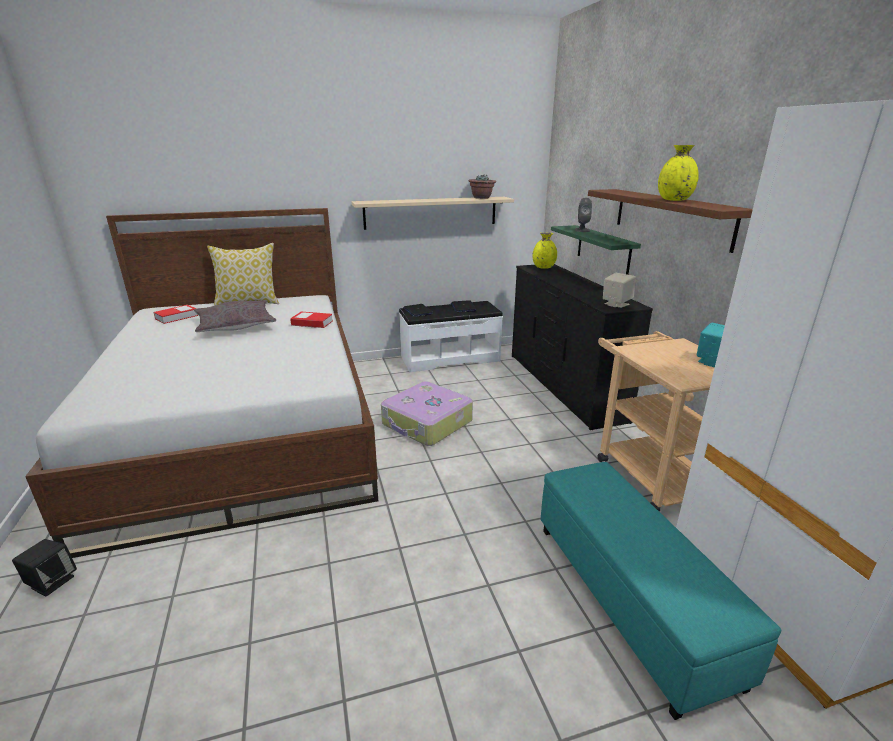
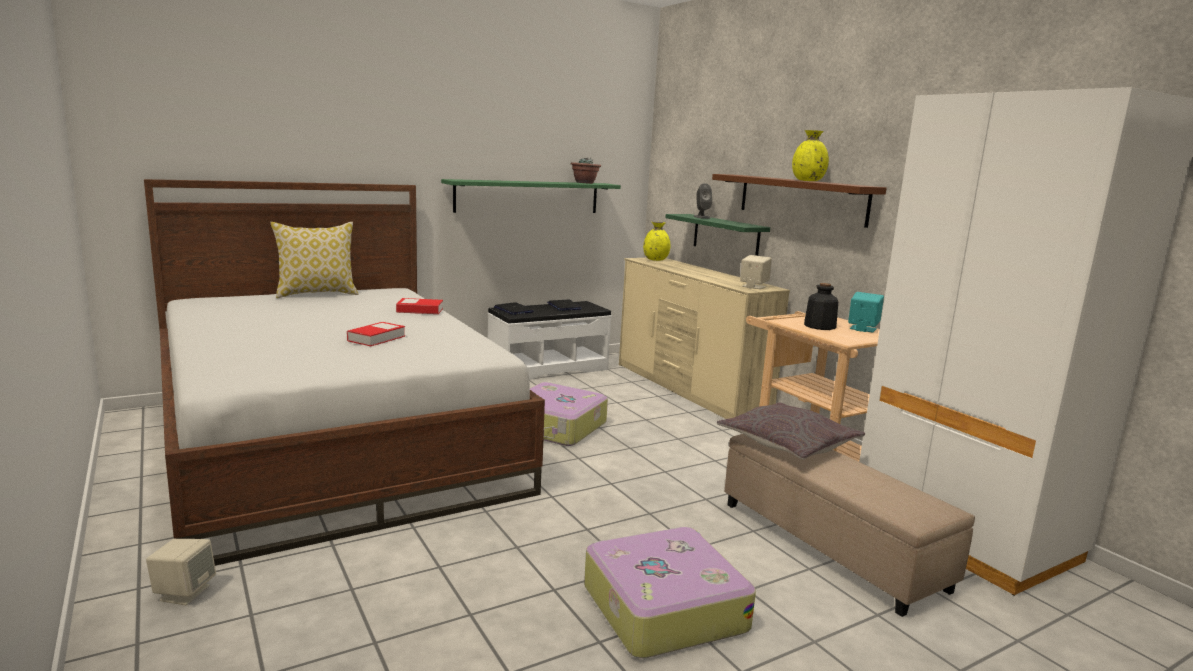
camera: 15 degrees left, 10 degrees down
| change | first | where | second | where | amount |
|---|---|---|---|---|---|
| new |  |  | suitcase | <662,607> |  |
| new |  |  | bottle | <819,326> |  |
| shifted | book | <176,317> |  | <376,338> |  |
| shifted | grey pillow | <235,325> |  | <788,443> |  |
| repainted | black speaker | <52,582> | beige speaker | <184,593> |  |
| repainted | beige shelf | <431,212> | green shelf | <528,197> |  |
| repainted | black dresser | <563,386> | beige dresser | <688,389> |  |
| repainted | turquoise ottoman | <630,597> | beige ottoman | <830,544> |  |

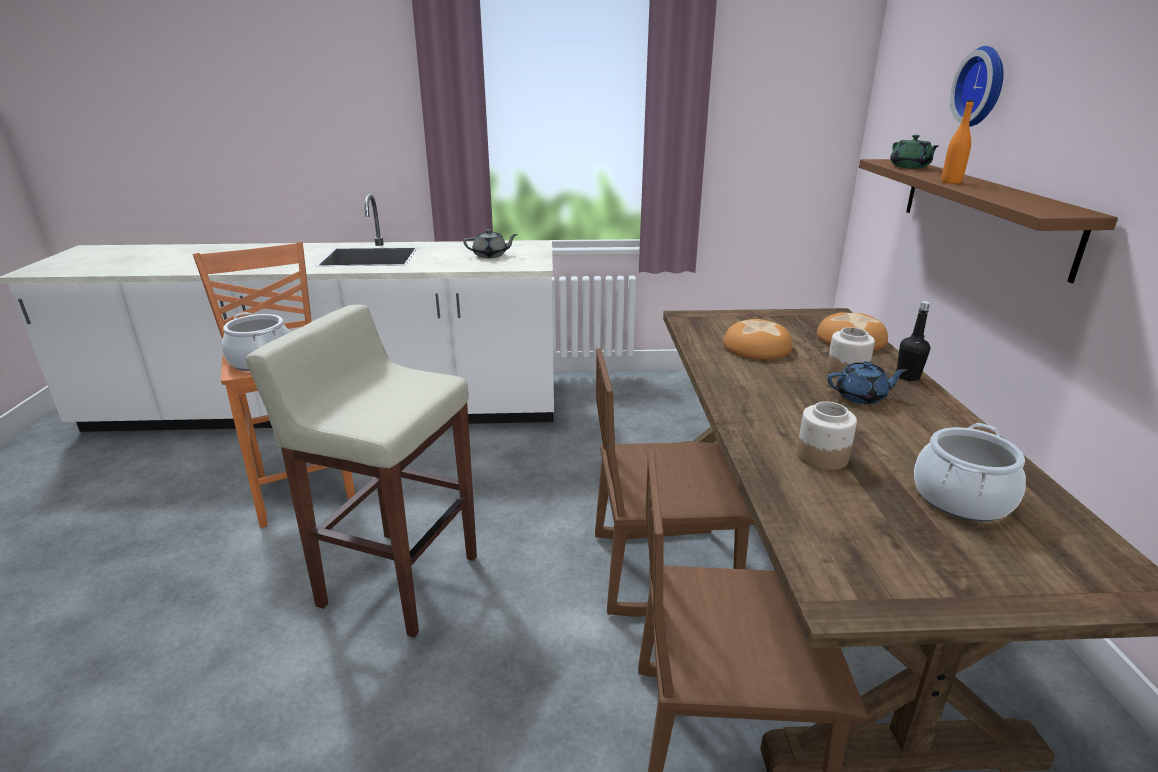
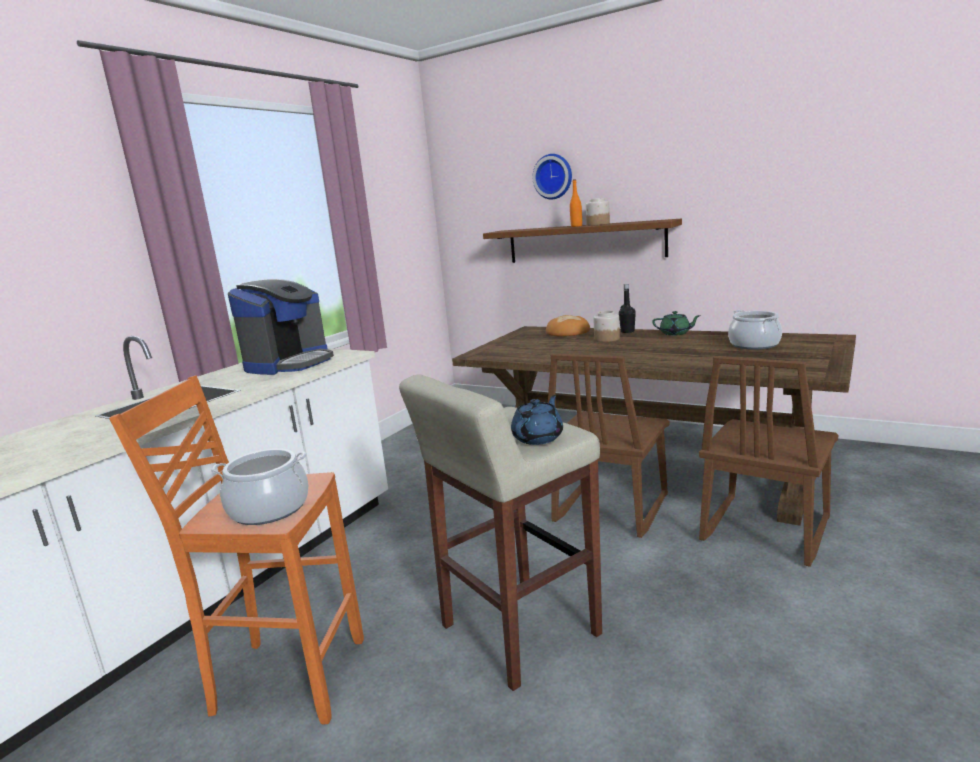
camera: 55 degrees left, 10 degrees down
| change | first | where | second | where | amount |
|---|---|---|---|---|---|
| gone | bread | <756,347> |  |  |  |
| shifted | jar | <821,457> |  | <598,224> |  |
| shifted | blue teapot | <861,397> |  | <538,437> |  |
| shifted | green teapot | <910,167> |  | <675,333> |  |
| swapped | grey teapot | <490,255> | coffee machine | <289,363> |  |

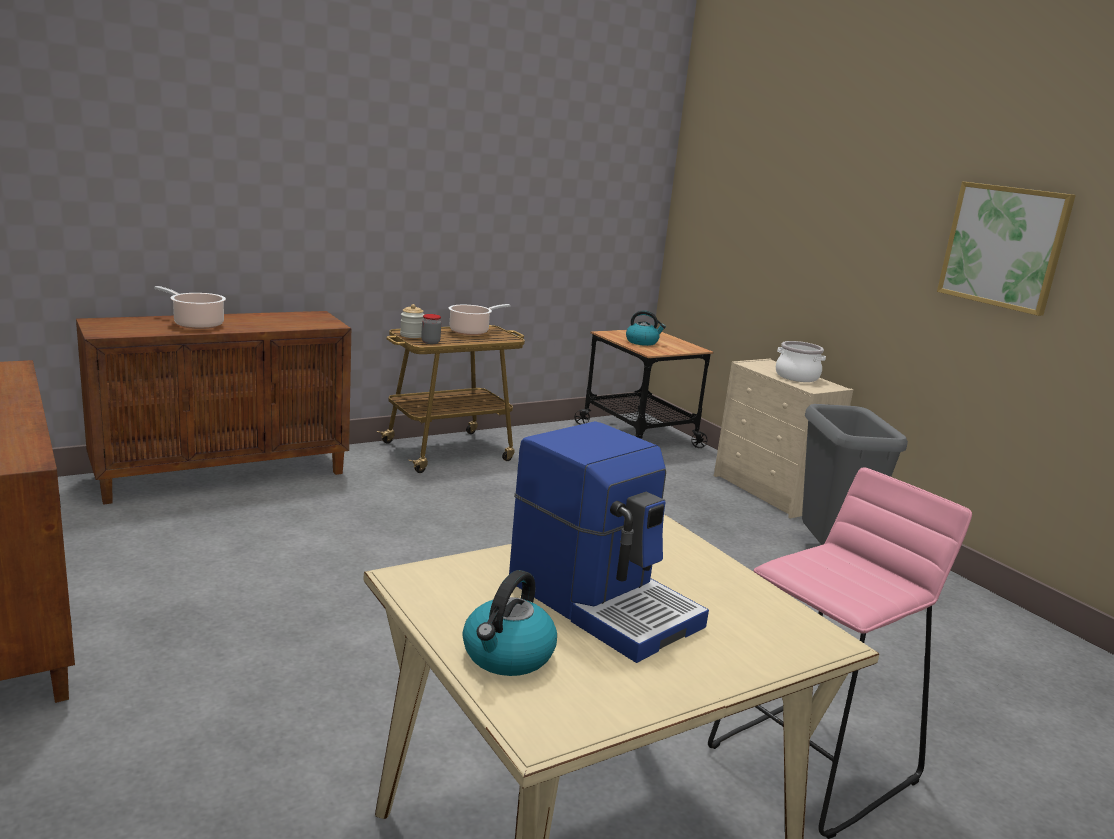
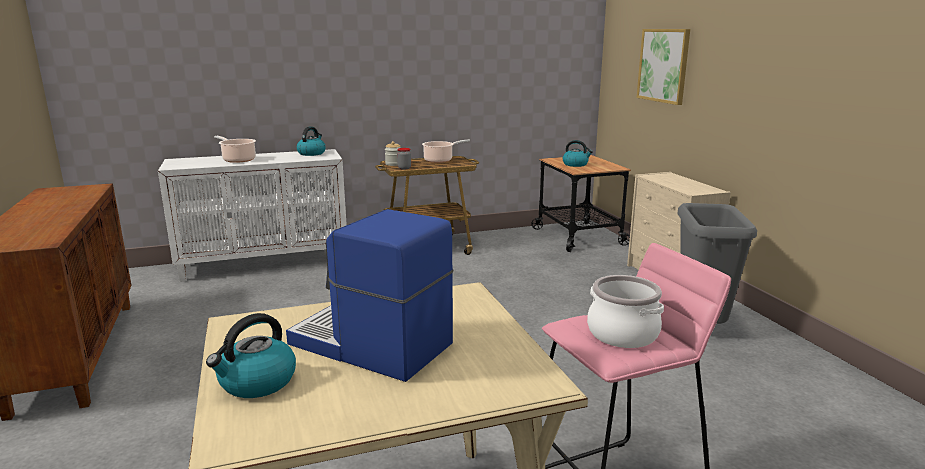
camera: 15 degrees right, 0 degrees up
| change | first | where | second | where | amount |
|---|---|---|---|---|---|
| new |  |  | kettle | <311,153> |  |
| shifted | cooking pot | <796,377> |  | <622,334> |  |
| shifted | picture | <1004,246> |  | <663,65> |  |
| repainted | brown cabinet | <224,474> | white cabinet | <266,263> |  |
| rotated | coffee machine | <604,602> |  | <370,345> | 150 degrees clockwise |

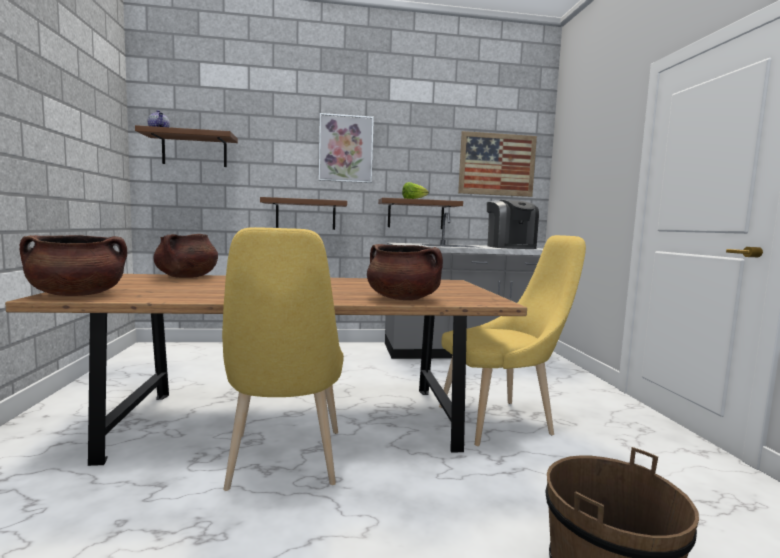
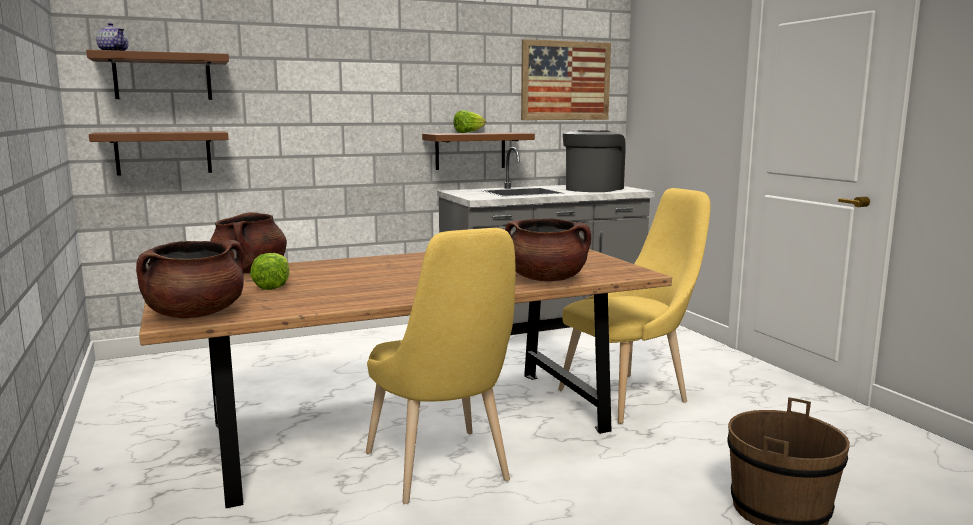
camera: 15 degrees left, 5 degrees up
| change | first | where | second | where | amount |
|---|---|---|---|---|---|
| gone | picture | <346,149> |  |  |  |
| new |  |  | lettuce | <273,286> |  |
| shifted | brown shelf | <305,214> |  | <163,153> |  |
| rotated | coffee machine | <510,247> |  | <593,189> | 120 degrees counterclockwise |

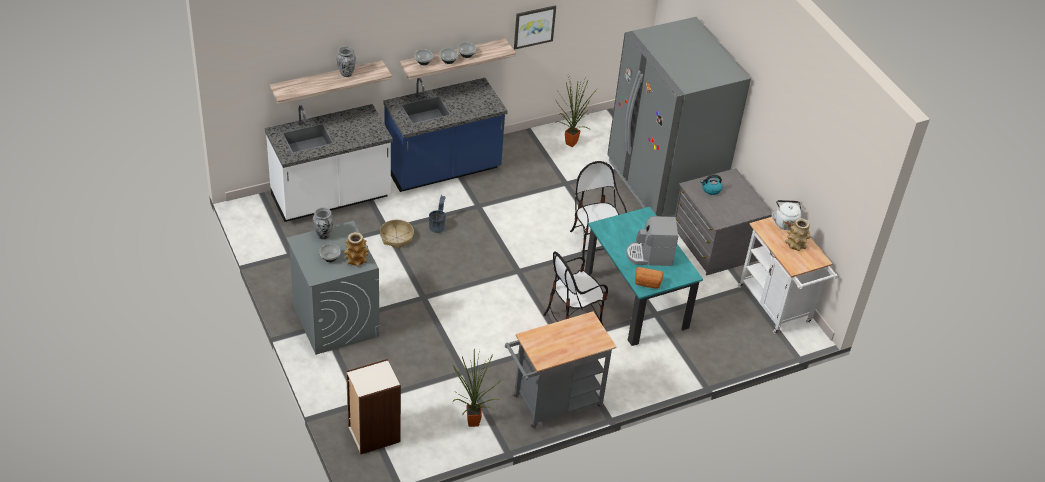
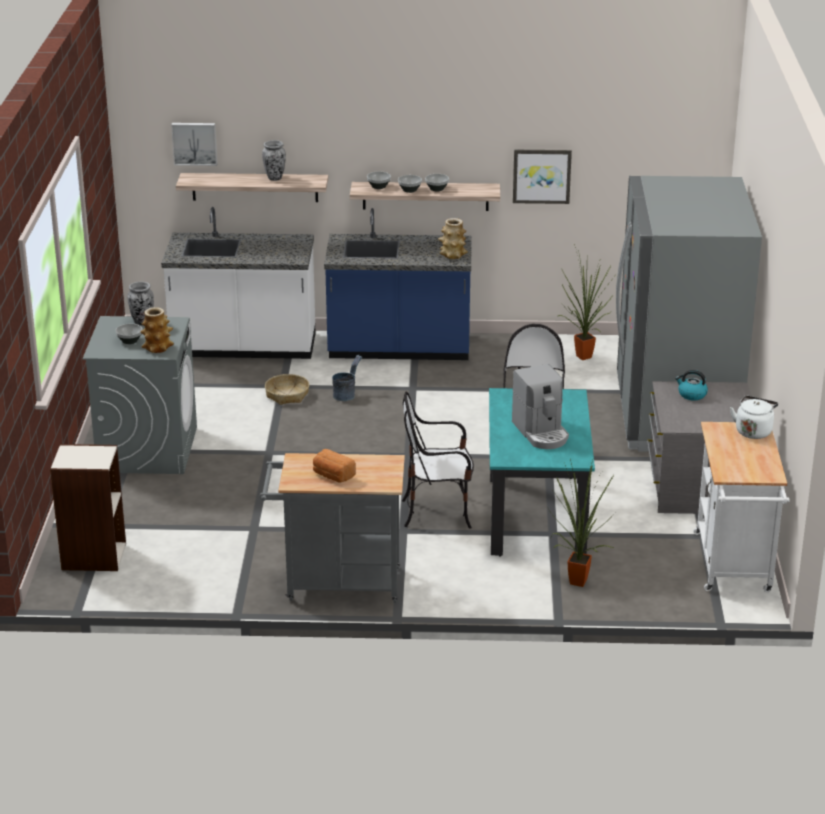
camera: 30 degrees right, 15 degrees down
| change | first | where | second | where | amount |
|---|---|---|---|---|---|
| new |  |  | picture | <194,143> |  |
| shifted | potted plant | <470,422> |  | <575,581> |  |
| shifted | bread | <647,283> |  | <332,476> |  |
| shifted | vase | <795,245> |  | <452,255> |  |
| rotated | coffee machine | <650,256> |  | <541,432> | 135 degrees counterclockwise |

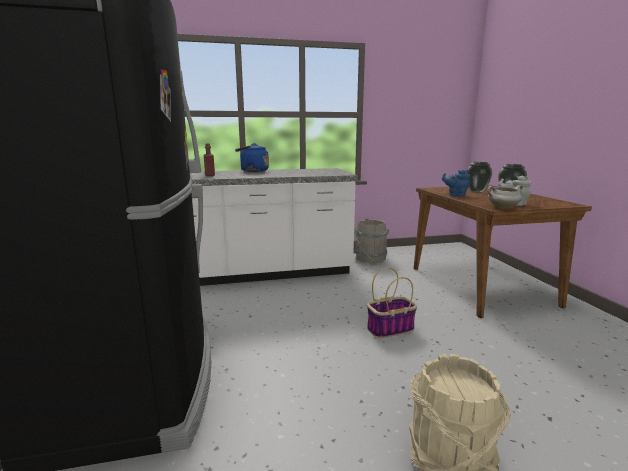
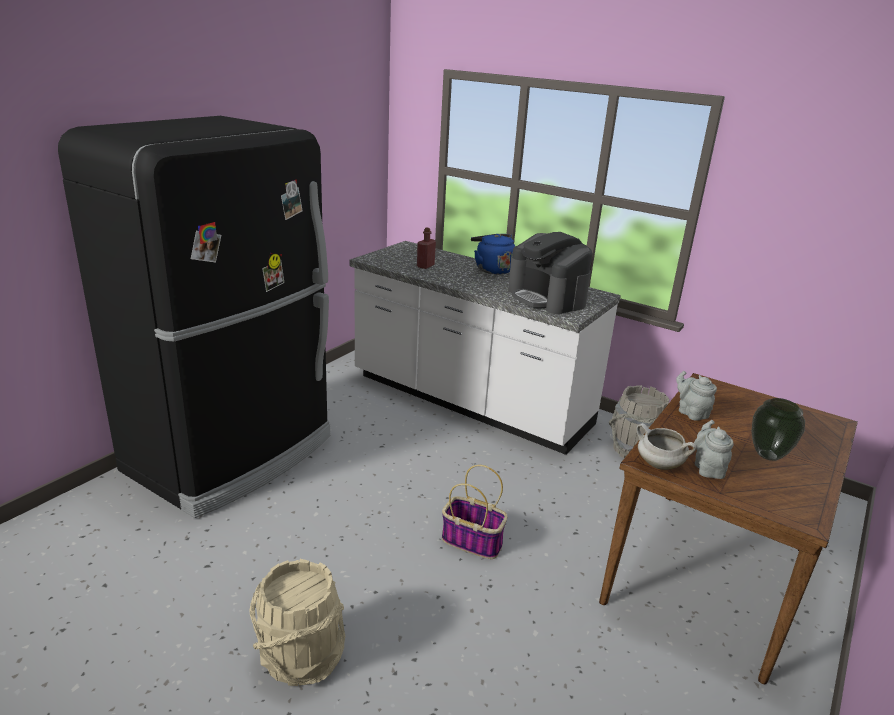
camera: 45 degrees right, 10 degrees up
| change | first | where | second | where | amount |
|---|---|---|---|---|---|
| gone | vase | <477,192> |  |  |  |
| new |  |  | coffee machine | <547,298> |  |
| repainted | blue teapot | <455,195> | grey teapot | <691,412> |  |

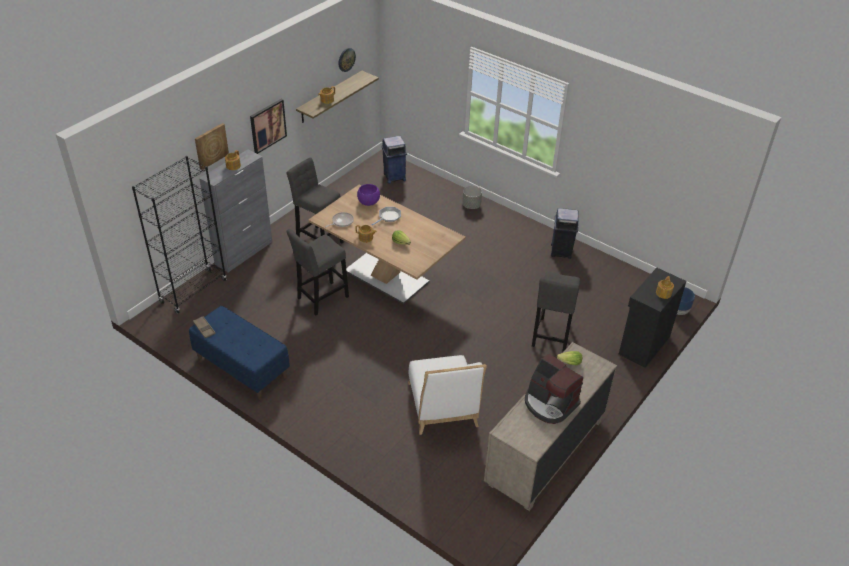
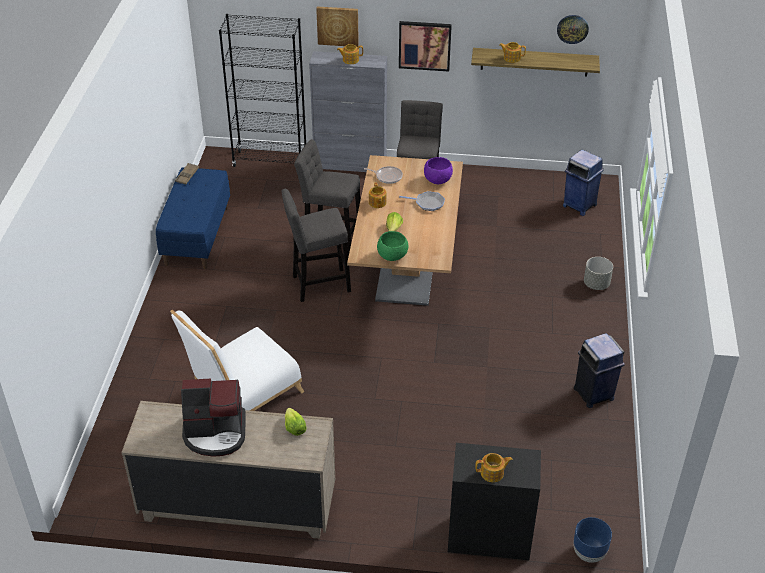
camera: 60 degrees right, 0 degrees up
| change | first | where | second | where | amount |
|---|---|---|---|---|---|
| new |  |  | green bowl | <392,256> |  |
| shifted | grey stool | <551,337> |  | <318,285> |  |
| rotated | coffee machine | <550,403> |  | <215,433> | 105 degrees counterclockwise |

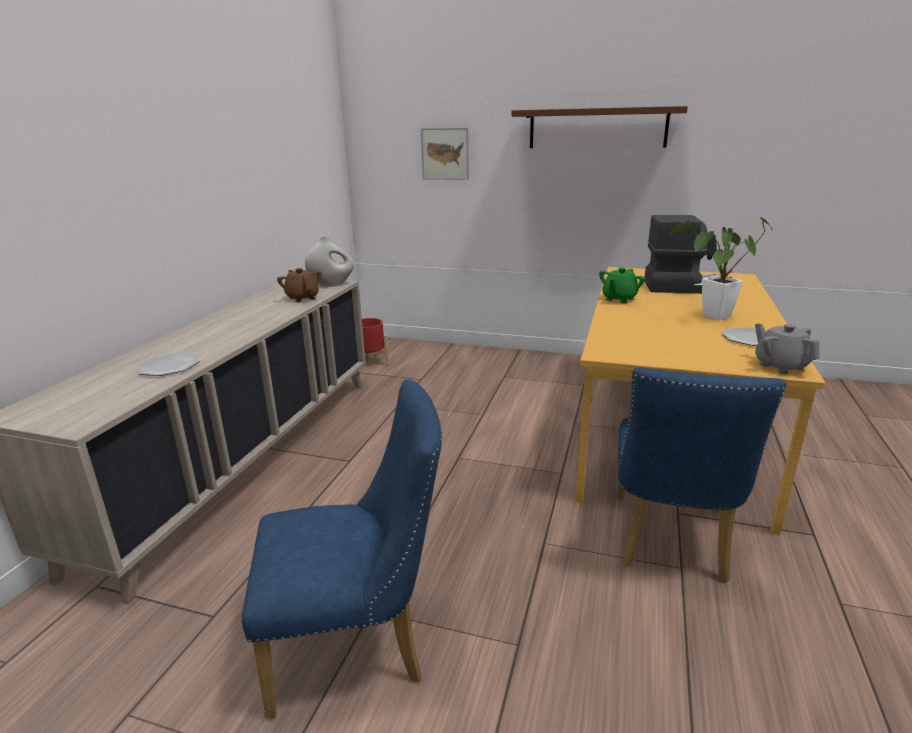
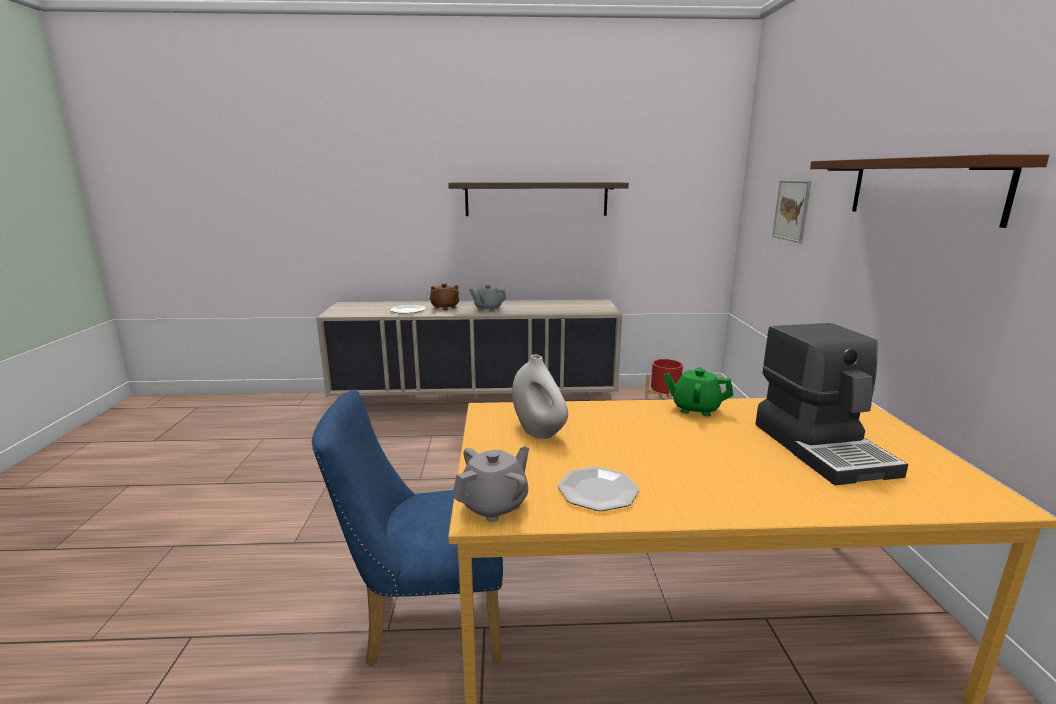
camera: 70 degrees right, 5 degrees down
| change | first | where | second | where | amount |
|---|---|---|---|---|---|
| gone | blue chair | <359,646> |  |  |  |
| gone | potted plant | <712,317> |  |  |  |
| new |  |  | shelf | <536,199> |  |
| new |  |  | grey teapot | <488,309> |  |
| shifted | brown teapot | <302,298> |  | <445,307> |  |
| shifted | white vase | <331,284> |  | <539,432> |  |

